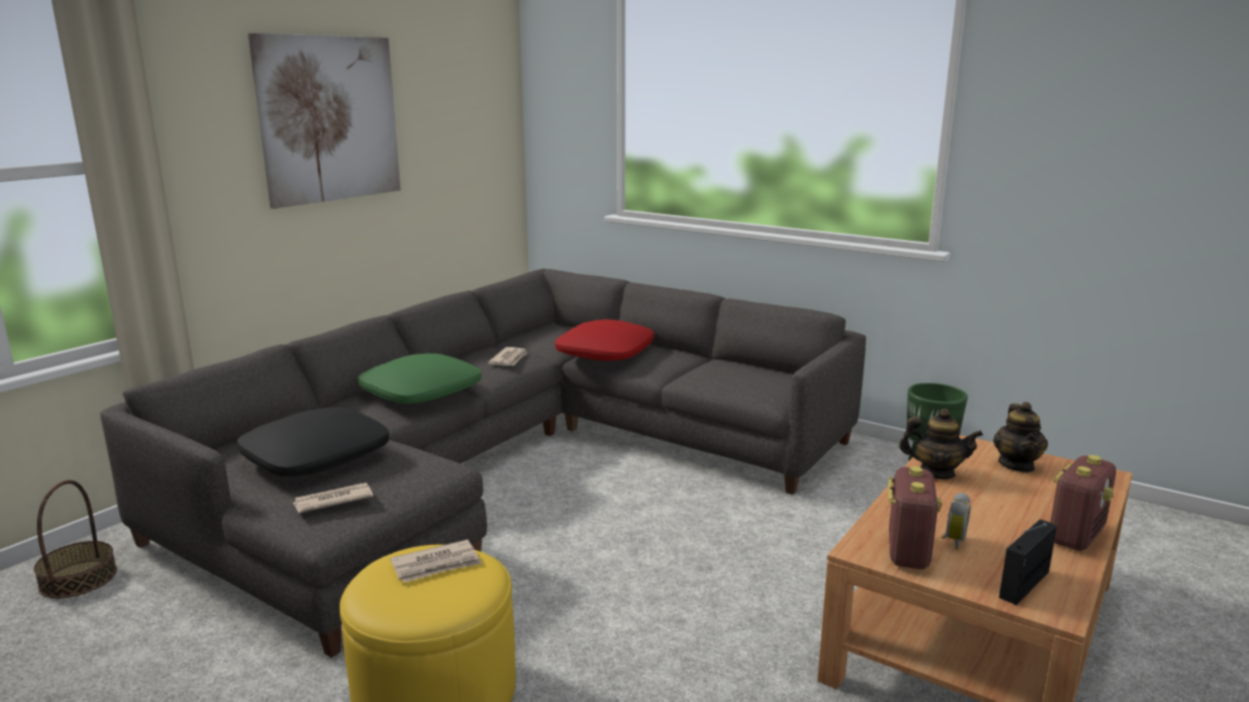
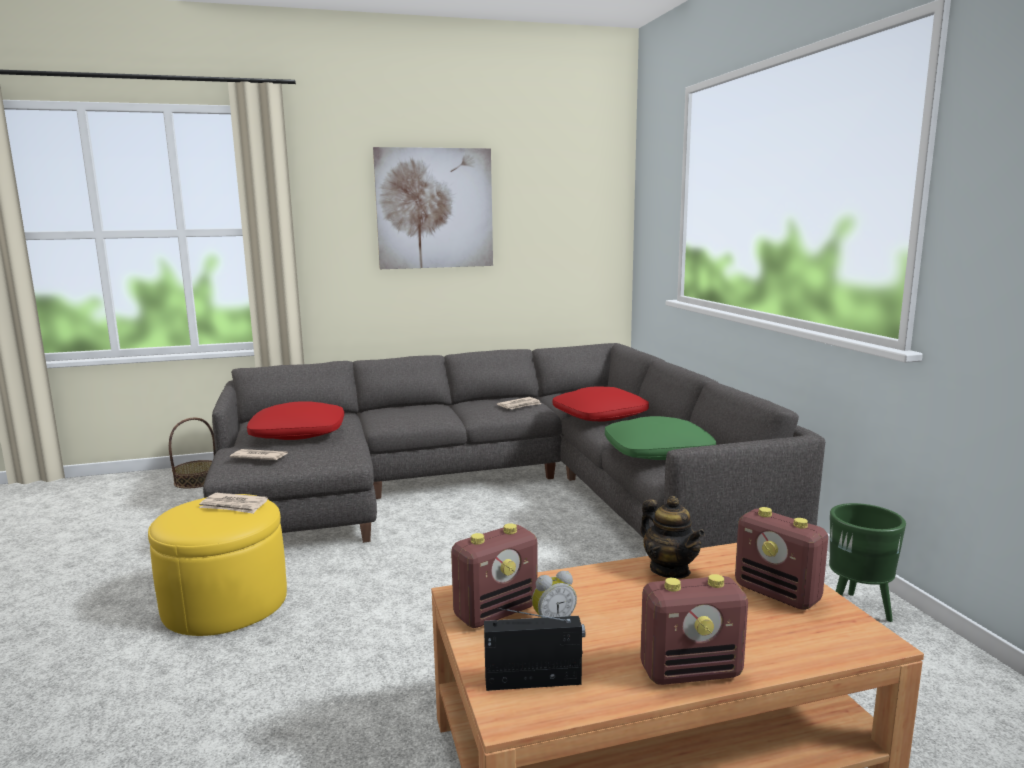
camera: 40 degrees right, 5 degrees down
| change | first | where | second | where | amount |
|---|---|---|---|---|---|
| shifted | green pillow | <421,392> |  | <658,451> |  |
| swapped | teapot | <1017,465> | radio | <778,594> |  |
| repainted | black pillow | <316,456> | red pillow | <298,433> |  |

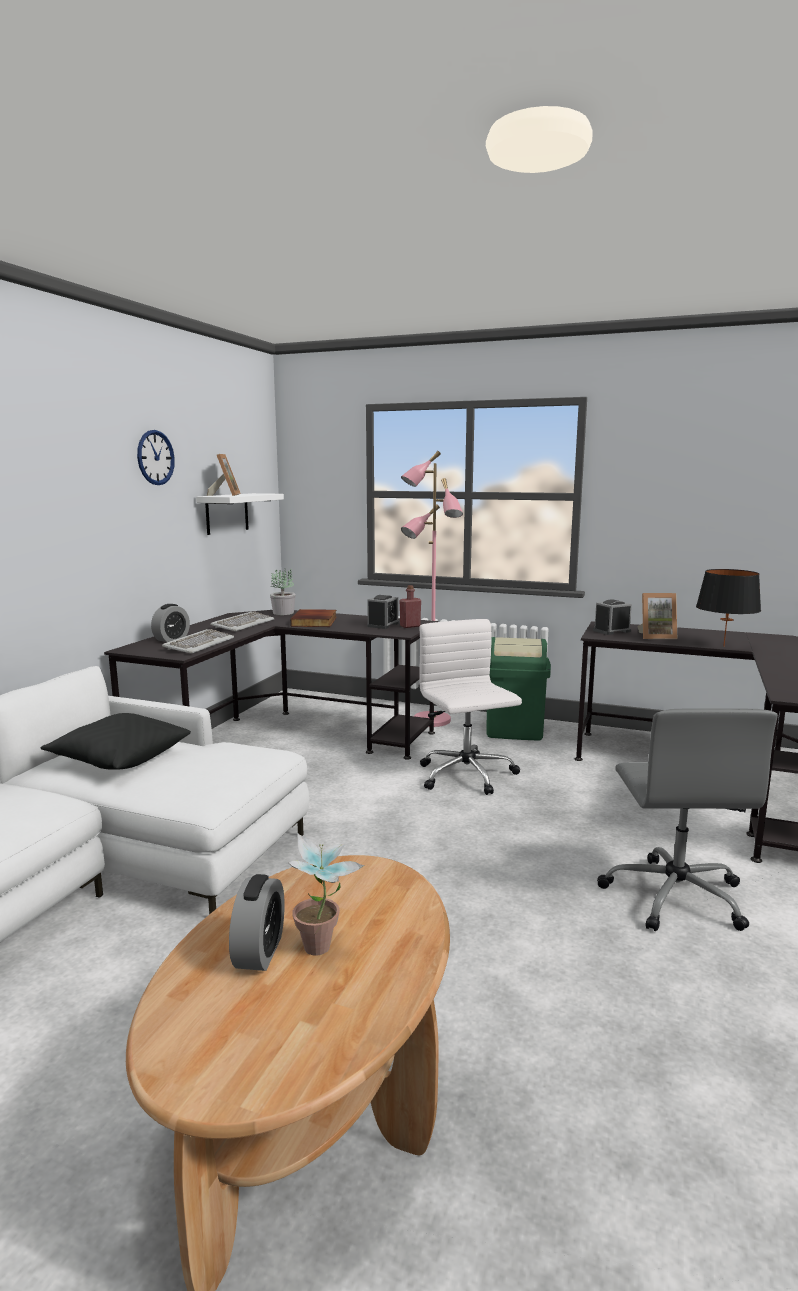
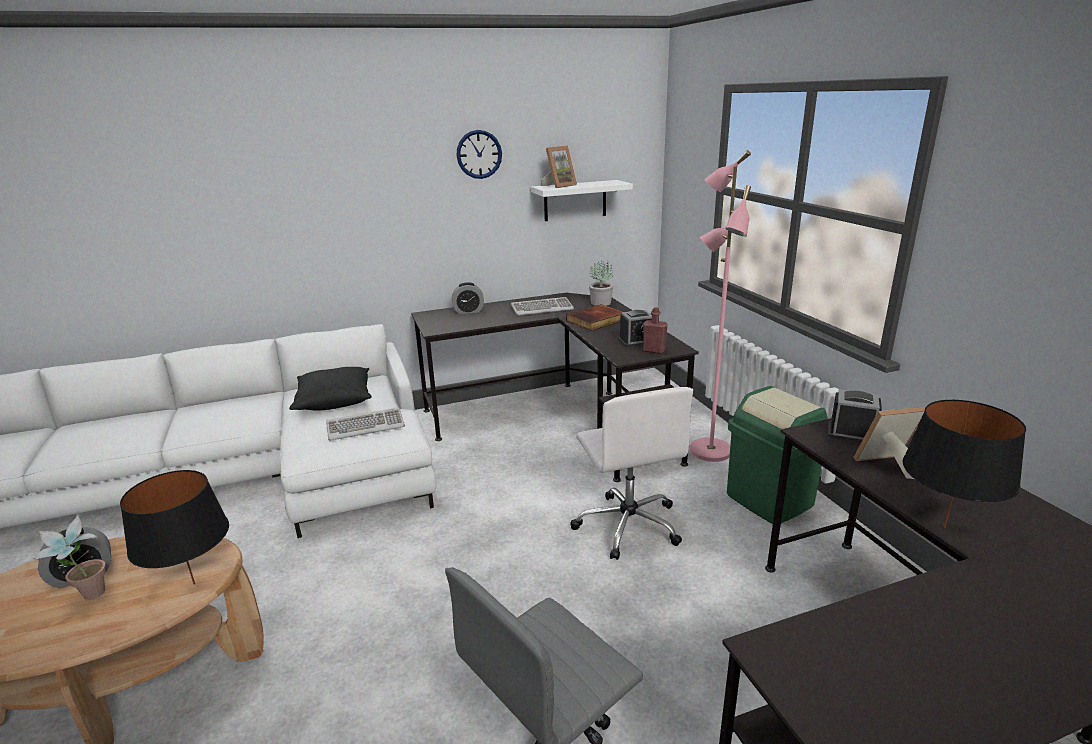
camera: 50 degrees right, 10 degrees up
| change | first | where | second | where | amount |
|---|---|---|---|---|---|
| new |  |  | black table lamp | <194,584> |  |
| shifted | keyboard | <199,644> |  | <366,426> |  |
| rotated | white office chair | <467,776> |  | <628,525> | 135 degrees clockwise |
| rotated | picture frame | <656,636> |  | <887,466> | 120 degrees clockwise |

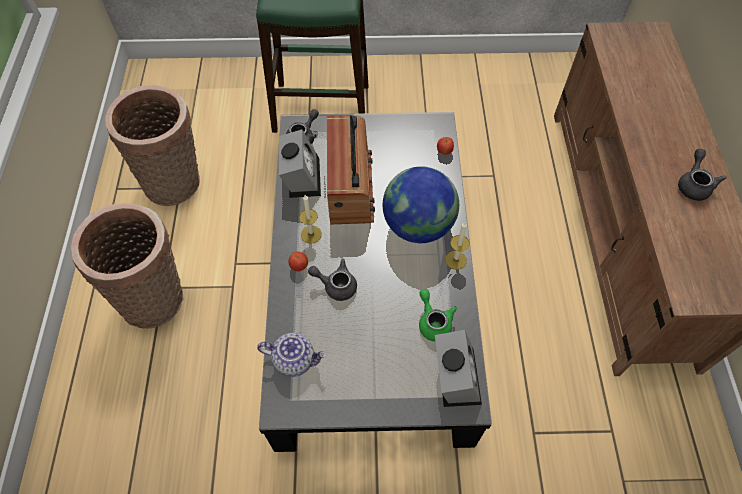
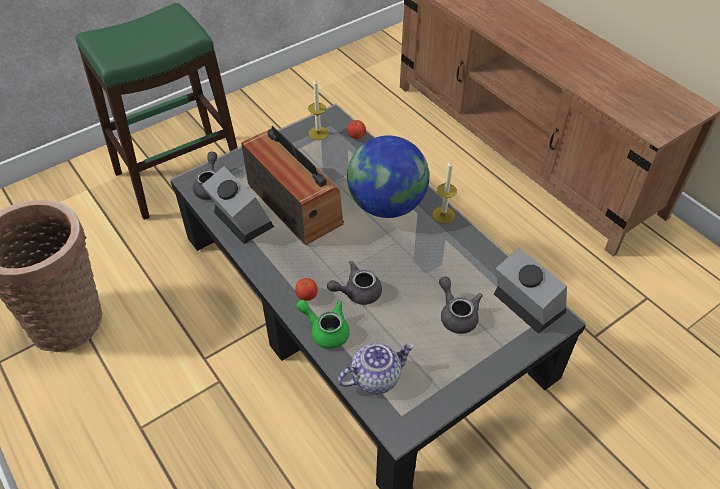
camera: 35 degrees left, 10 degrees down
| change | first | where | second | where | amount |
|---|---|---|---|---|---|
| gone | basket | <156,297> |  |  |  |
| shifted | candle | <311,234> |  | <318,133> |  |
| shifted | green teapot | <433,322> |  | <325,330> |  |
| shifted | grey teapot | <694,184> |  | <456,314> |  |

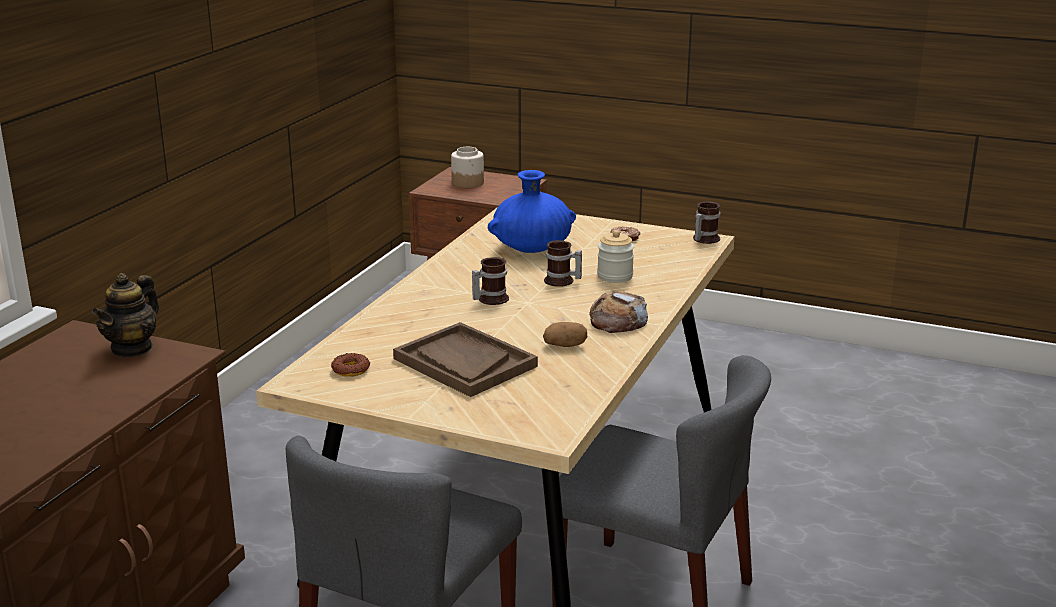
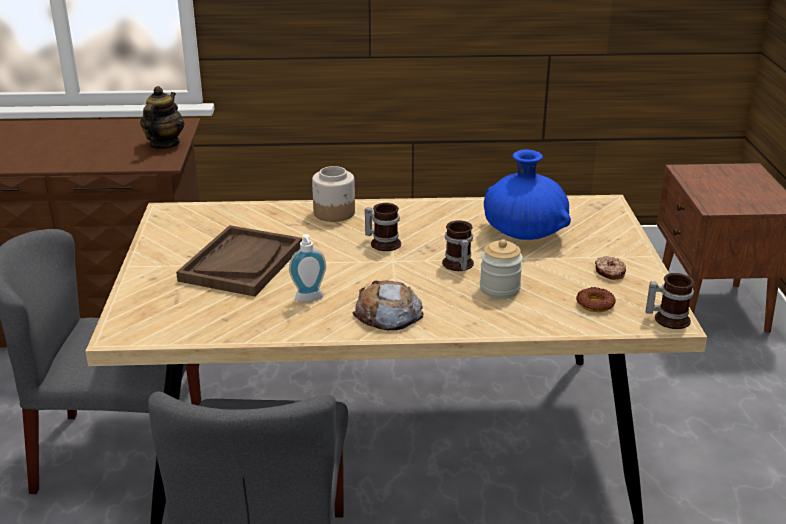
camera: 65 degrees right, 5 degrees up
| change | first | where | second | where | amount |
|---|---|---|---|---|---|
| shifted | donut | <350,370> |  | <595,304> |  |
| shifted | jar | <468,183> |  | <334,213> |  |
| swapped | potato | <565,345> | soap dispenser | <309,299> |  |
| rotated | teapot | <132,348> |  | <164,144> | 105 degrees clockwise |

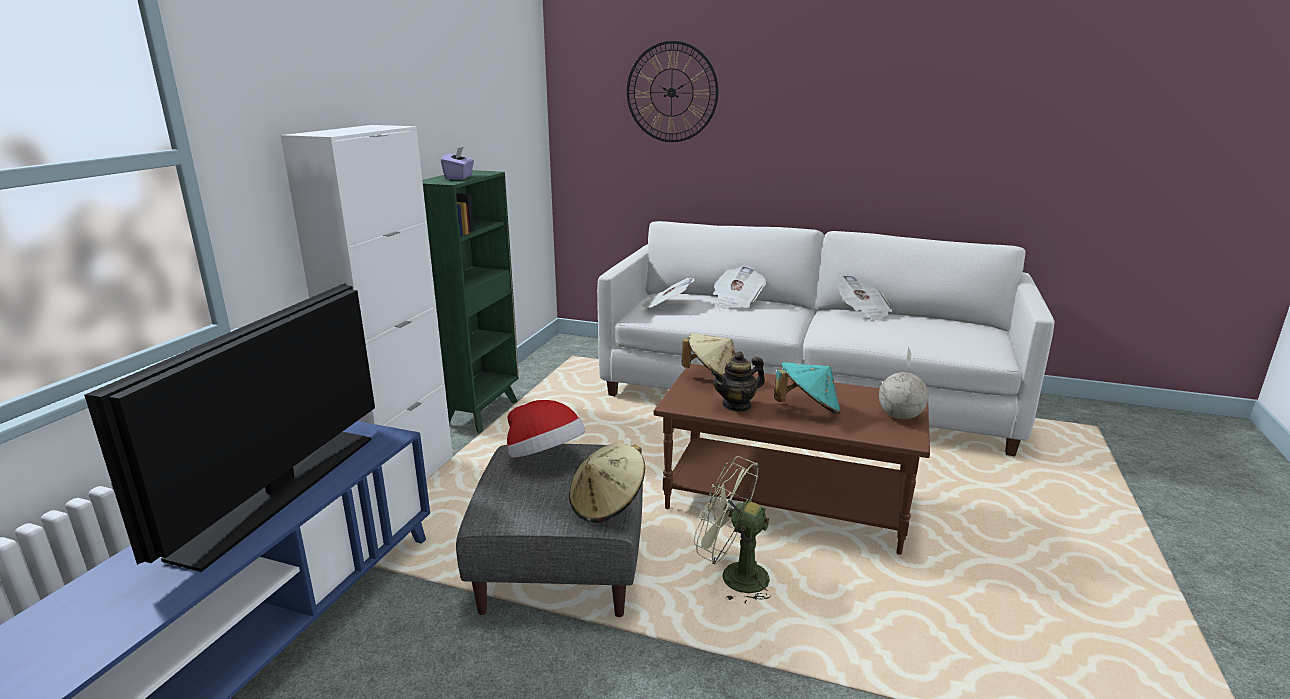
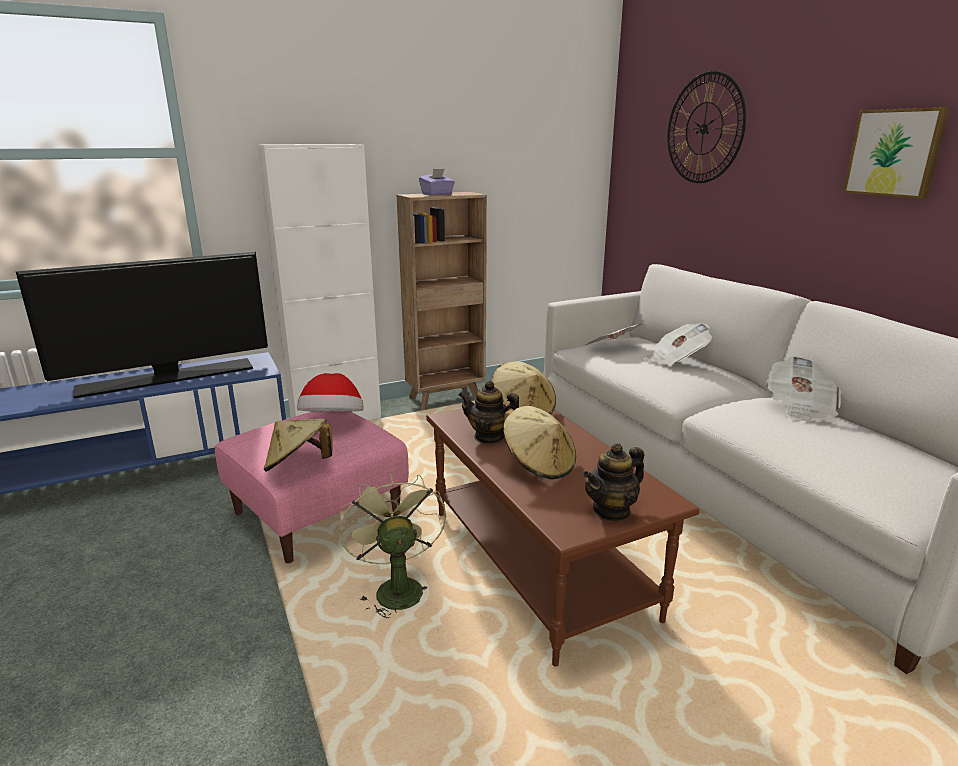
camera: 45 degrees right, 0 degrees up
| change | first | where | second | where | amount |
|---|---|---|---|---|---|
| new |  |  | picture | <895,153> |  |
| swapped | globe | <900,416> | teapot | <612,510> |  |
| repainted | green bookcase | <482,412> | brown bookcase | <446,398> |  |
| repainted | grey ottoman | <560,565> | pink ottoman | <317,512> |  |
| repainted | turquoise hat | <808,409> | beige hat | <539,465> |  |

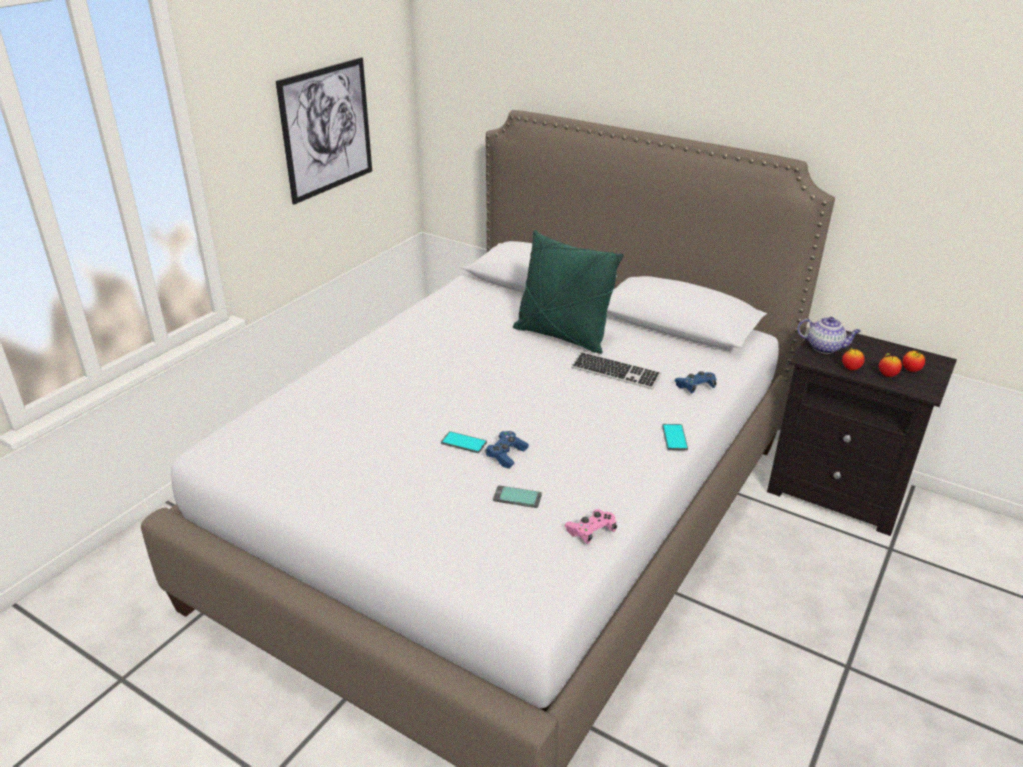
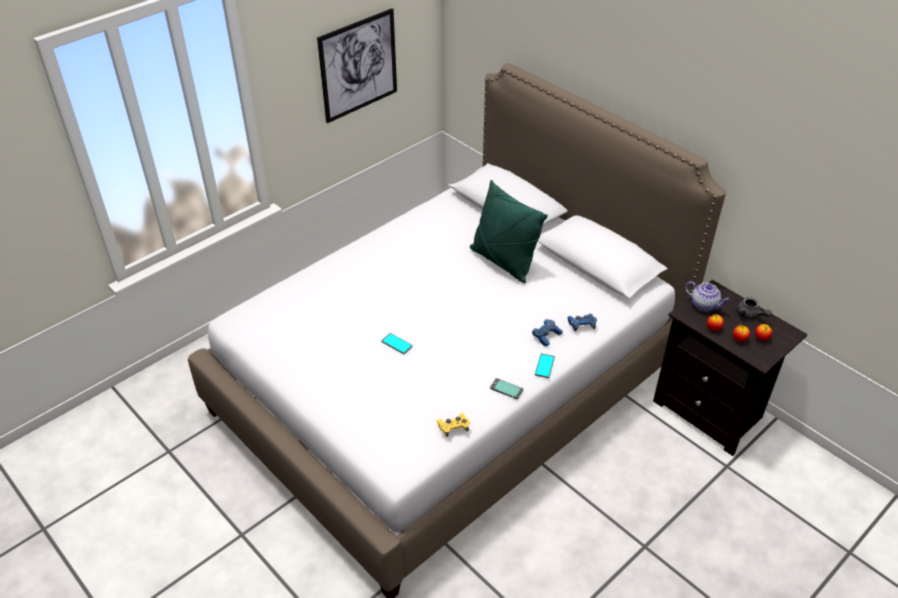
camera: 15 degrees right, 10 degrees up
| change | first | where | second | where | amount |
|---|---|---|---|---|---|
| gone | keyboard | <615,372> |  |  |  |
| new |  |  | grey teapot | <750,315> |  |
| shifted | blue game controller | <506,455> |  | <546,336> |  |
| shifted | phone | <517,498> |  | <506,389> |  |
| repainted | pink game controller | <591,532> | yellow game controller | <453,428> |  |

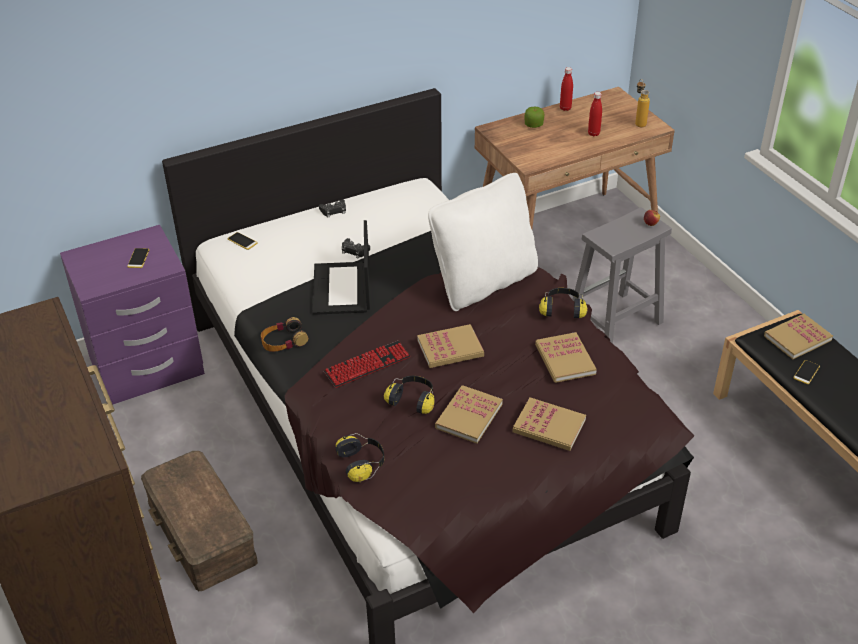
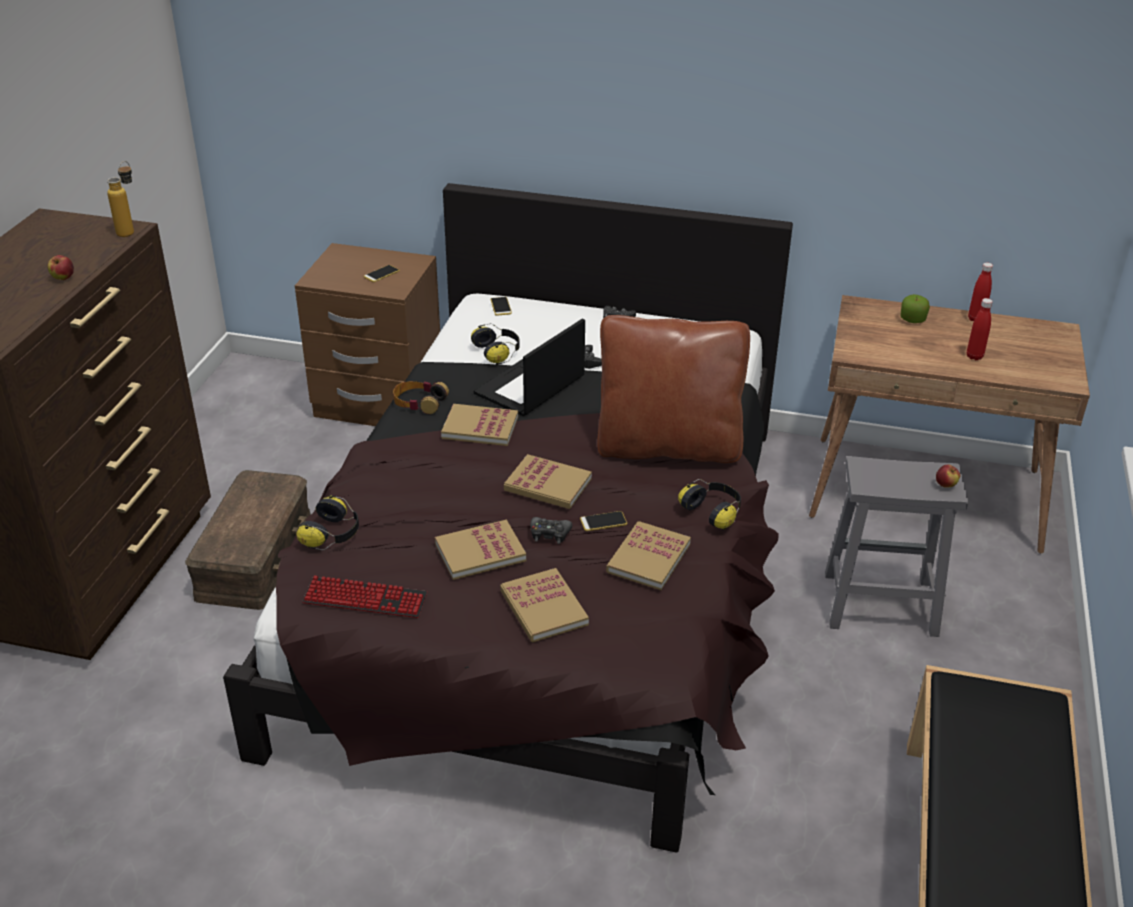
camera: 40 degrees right, 5 degrees down
| change | first | where | second | where | amount |
|---|---|---|---|---|---|
| new |  |  | apple | <63,278> |  |
| new |  |  | black game controller | <549,534> |  |
| shifted | keyboard | <367,365> |  | <365,599> |  |
| shifted | headphones | <413,400> |  | <498,352> |  |
| shifted | bottle | <638,122> |  | <130,231> |  |
| shifted | book | <797,338> |  | <480,427> |  |
| shifted | phone | <806,372> |  | <603,522> |  |
| repainted | purple nightstand | <147,368> | brown nightstand | <378,403> |  |
| repainted | white pillow | <483,283> | brown pillow | <668,446> |  |

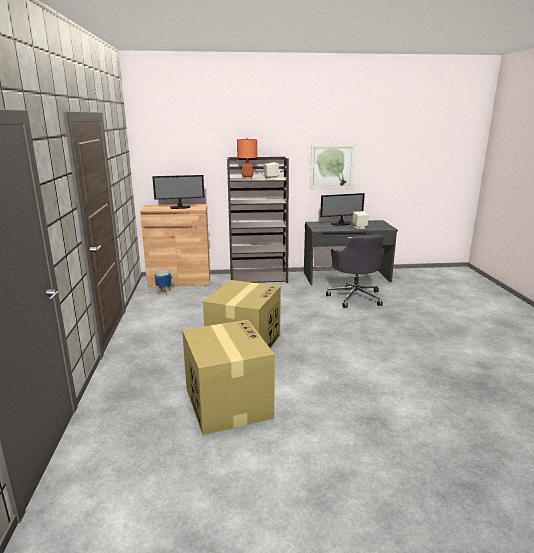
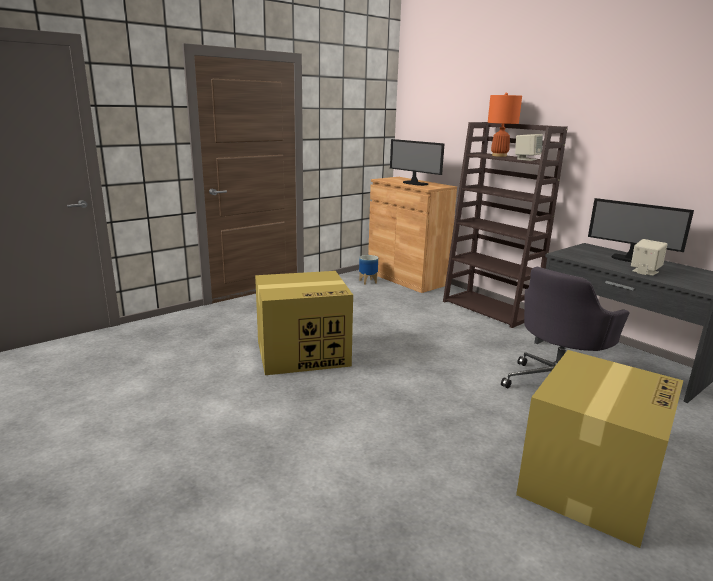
camera: 55 degrees right, 0 degrees up
| change | first | where | second | where | amount |
|---|---|---|---|---|---|
| gone | picture | <332,167> |  |  |  |
| shifted | cardboard box | <227,402> |  | <590,482> |  |

